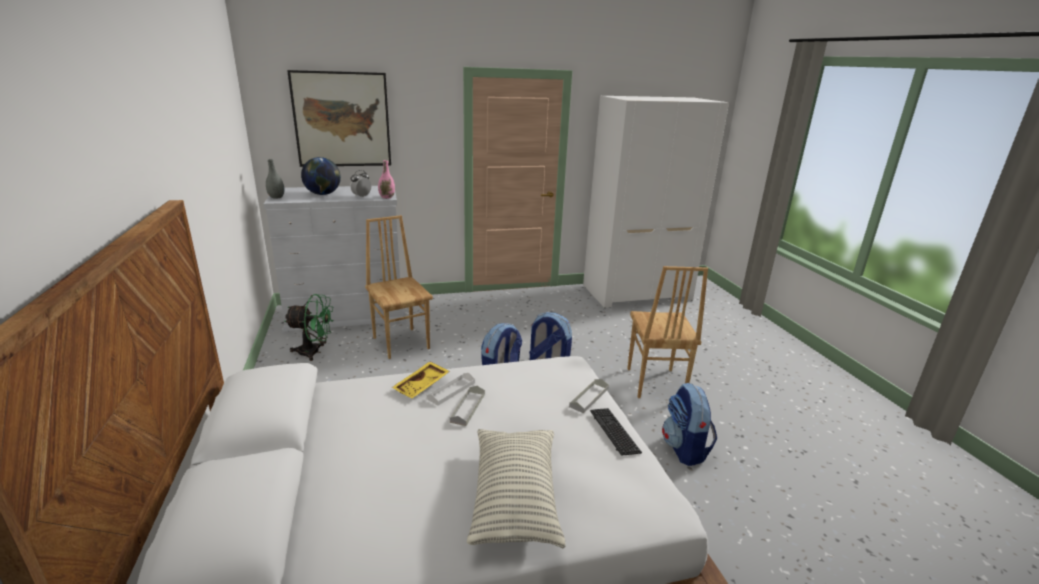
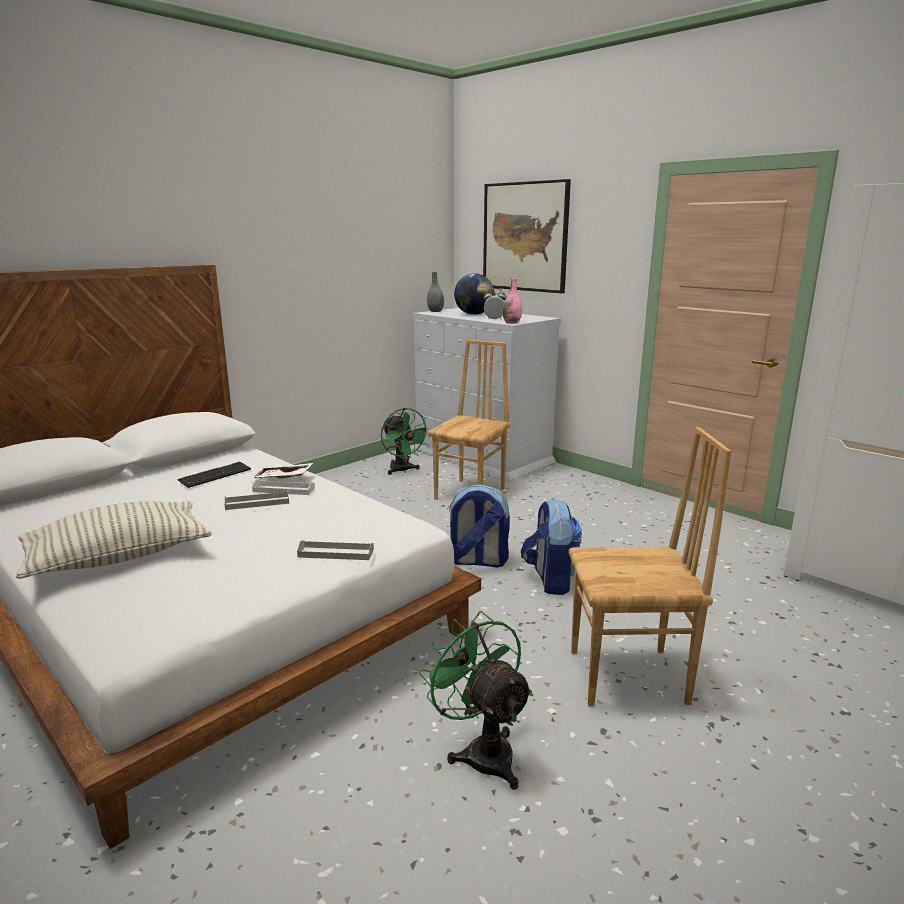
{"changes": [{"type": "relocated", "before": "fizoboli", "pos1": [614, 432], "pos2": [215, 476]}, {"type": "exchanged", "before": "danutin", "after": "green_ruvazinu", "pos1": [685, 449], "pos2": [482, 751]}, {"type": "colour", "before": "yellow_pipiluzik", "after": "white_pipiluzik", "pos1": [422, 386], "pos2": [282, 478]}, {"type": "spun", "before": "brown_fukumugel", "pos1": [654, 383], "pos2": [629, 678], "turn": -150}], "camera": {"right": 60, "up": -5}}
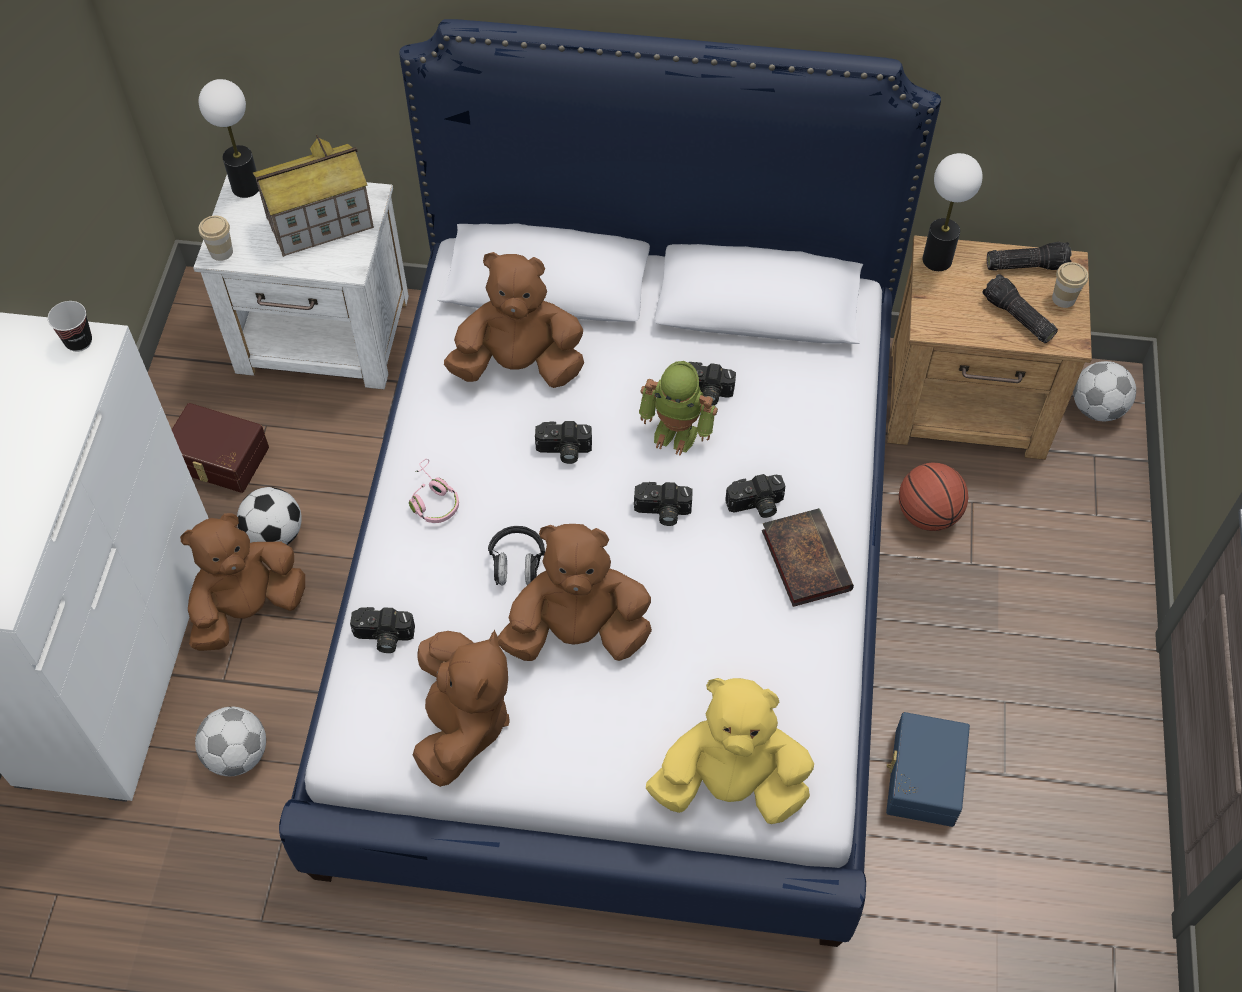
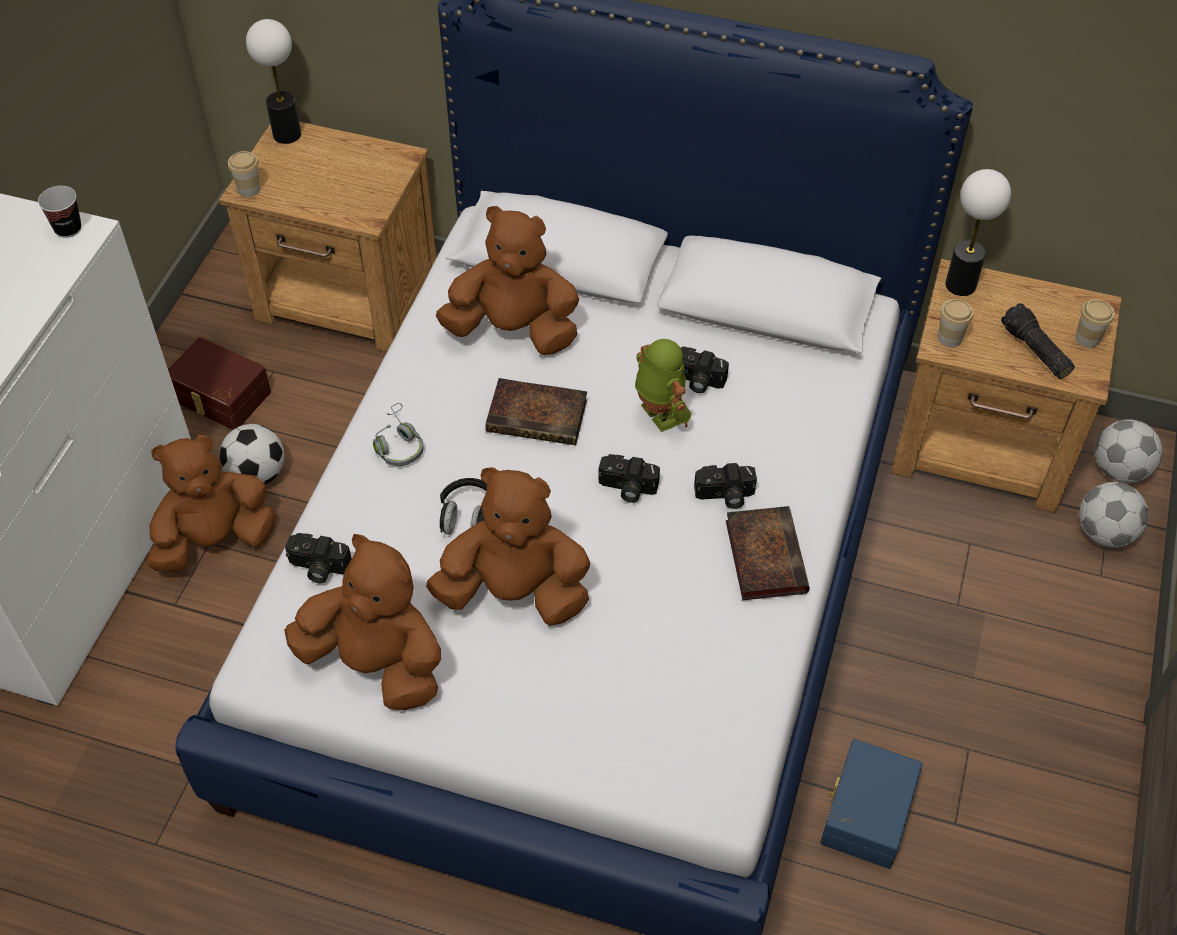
{"changes": [{"type": "missing", "before": "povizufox", "pos1": [319, 223]}, {"type": "missing", "before": "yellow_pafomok", "pos1": [730, 785]}, {"type": "missing", "before": "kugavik", "pos1": [927, 514]}, {"type": "missing", "before": "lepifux", "pos1": [1026, 265]}, {"type": "appeared", "after": "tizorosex", "pos2": [949, 338]}, {"type": "relocated", "before": "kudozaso", "pos1": [238, 754], "pos2": [1104, 532]}, {"type": "exchanged", "before": "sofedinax", "after": "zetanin", "pos1": [563, 451], "pos2": [539, 416]}, {"type": "colour", "before": "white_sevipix", "after": "brown_sevipix", "pos1": [325, 336], "pos2": [349, 297]}, {"type": "colour", "before": "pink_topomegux", "after": "grey_topomegux", "pos1": [432, 499], "pos2": [398, 444]}, {"type": "spun", "before": "brown_pafomok", "pos1": [462, 723], "pos2": [377, 663], "turn": -75}, {"type": "spun", "before": "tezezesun", "pos1": [677, 431], "pos2": [659, 413], "turn": -150}], "camera": {"right": 10, "up": -5}}
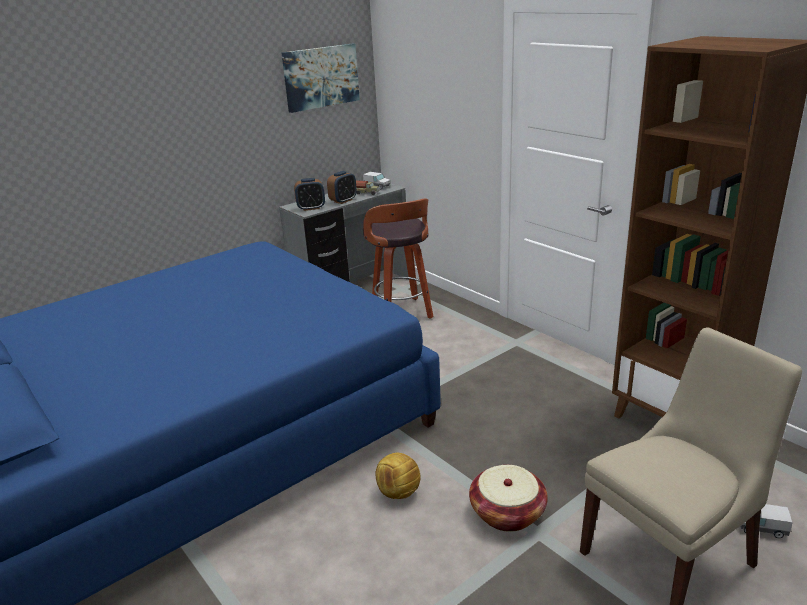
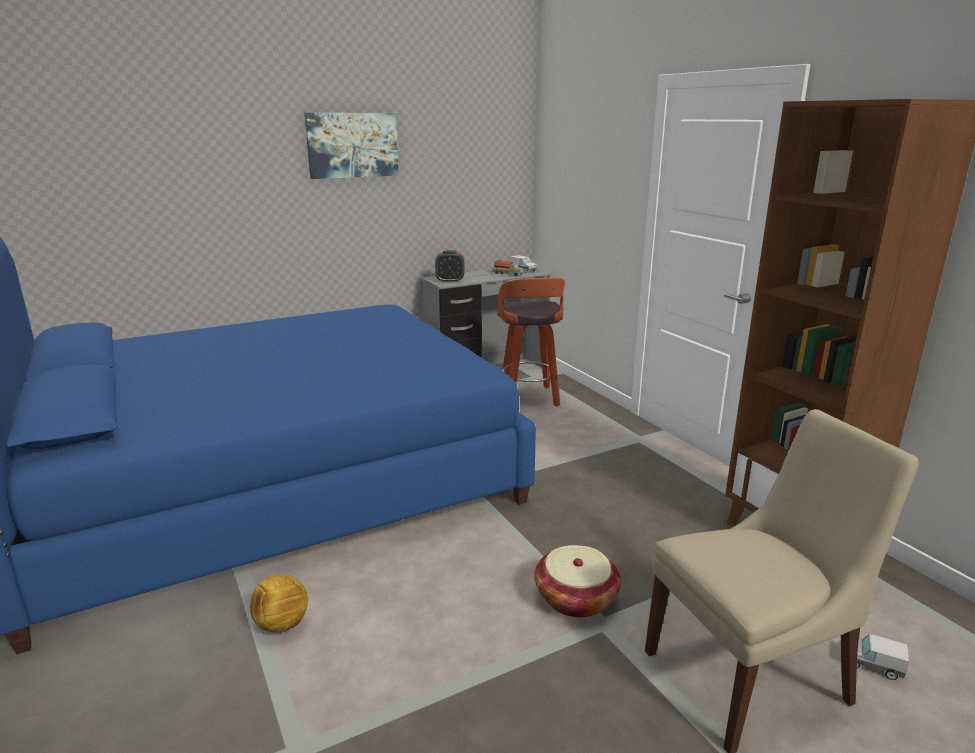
{"changes": [{"type": "missing", "before": "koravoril", "pos1": [343, 201]}, {"type": "relocated", "before": "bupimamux", "pos1": [321, 77], "pos2": [352, 145]}, {"type": "relocated", "before": "kudozaso", "pos1": [398, 492], "pos2": [282, 624]}], "camera": {"right": 10, "up": -5}}
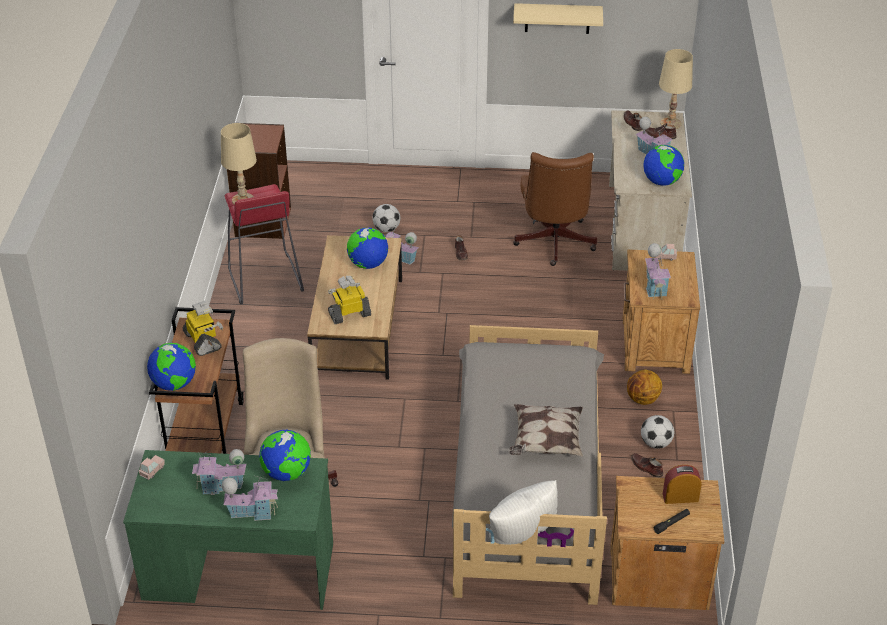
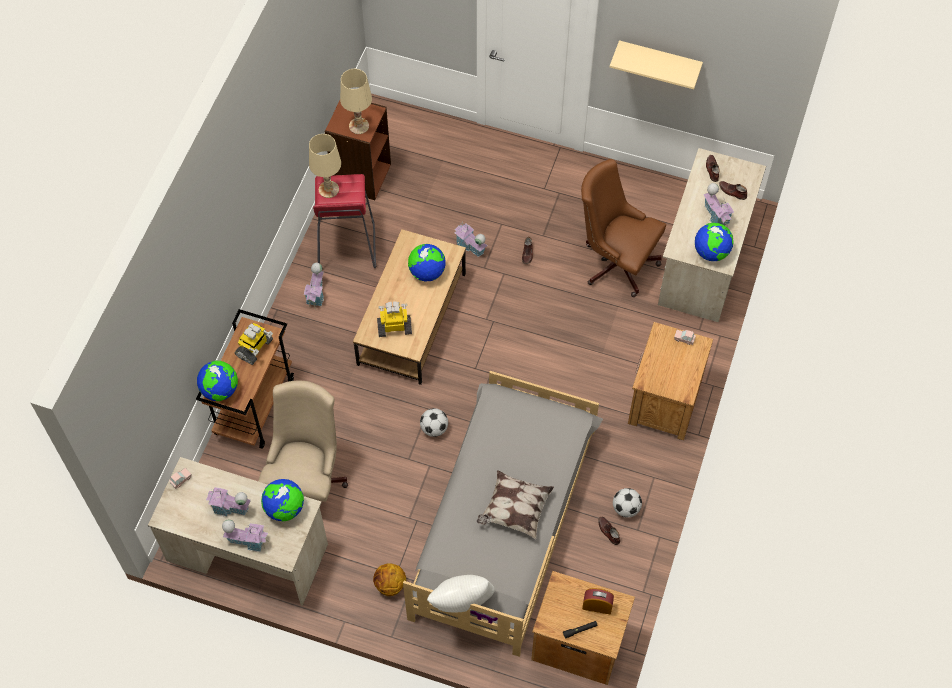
{"changes": [{"type": "relocated", "before": "kudozaso", "pos1": [386, 229], "pos2": [434, 428]}, {"type": "relocated", "before": "kugavik", "pos1": [642, 399], "pos2": [390, 585]}, {"type": "relocated", "before": "povizufox", "pos1": [654, 286], "pos2": [316, 294]}, {"type": "relocated", "before": "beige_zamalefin", "pos1": [671, 123], "pos2": [359, 126]}, {"type": "colour", "before": "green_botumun", "after": "beige_botumun", "pos1": [238, 571], "pos2": [247, 552]}, {"type": "spun", "before": "tezezesun", "pos1": [203, 341], "pos2": [255, 348], "turn": 45}, {"type": "spun", "before": "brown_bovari", "pos1": [554, 244], "pos2": [615, 261], "turn": 105}], "camera": {"right": 15, "up": 20}}
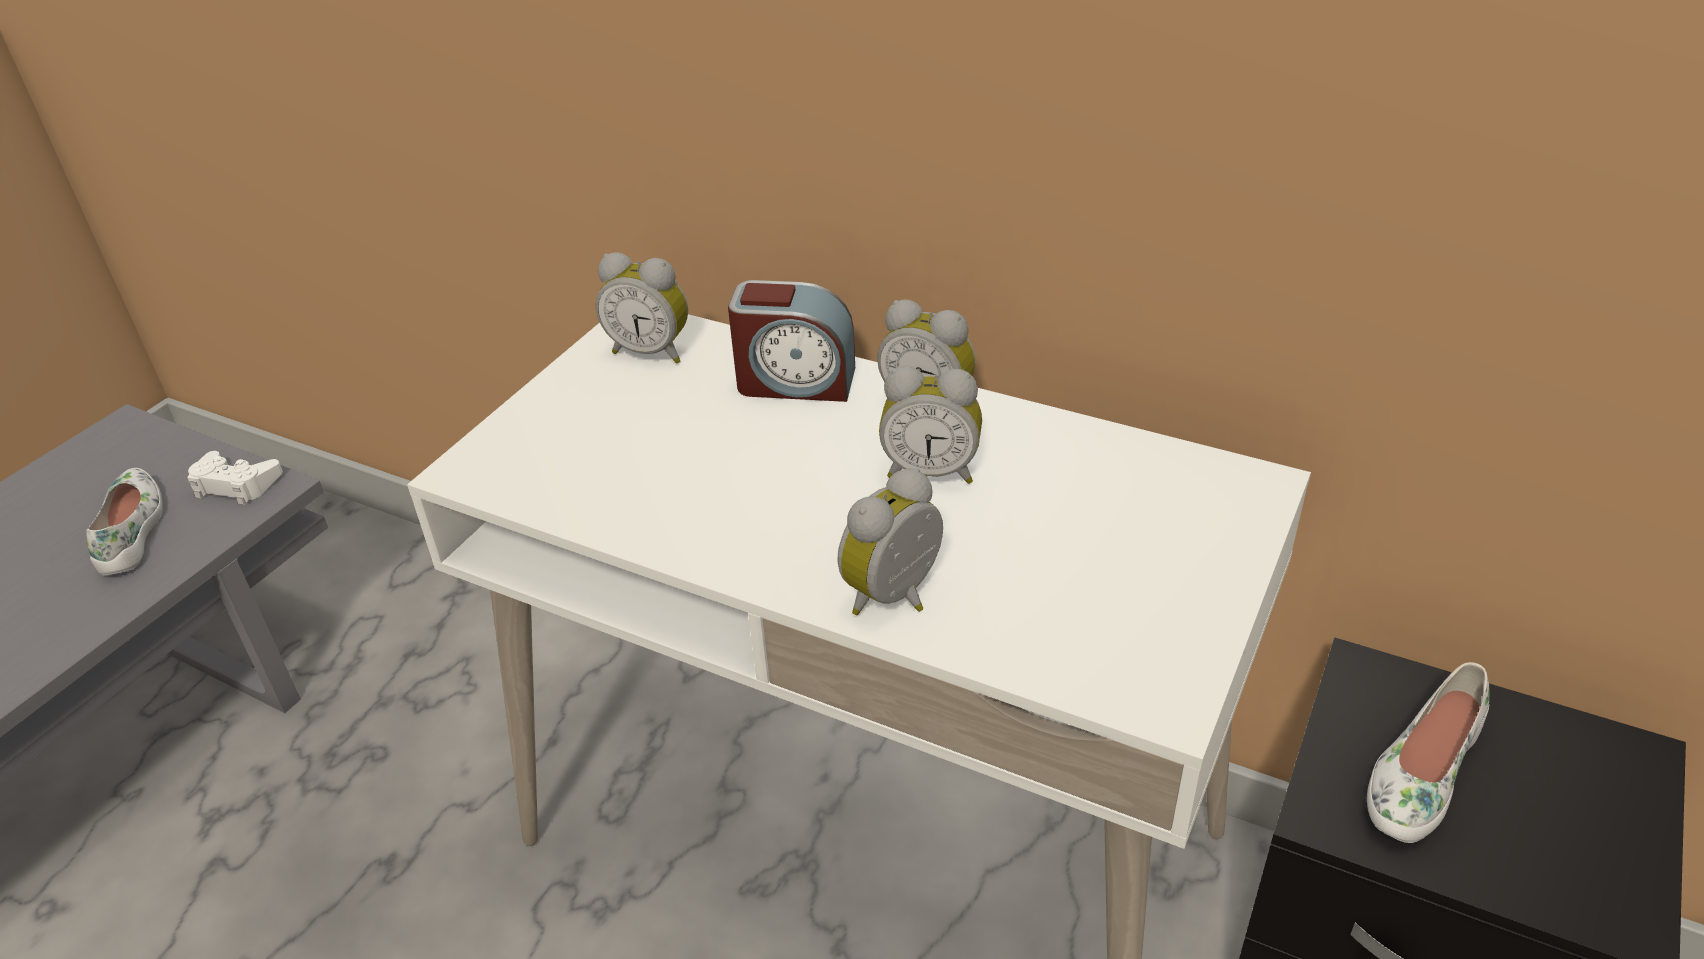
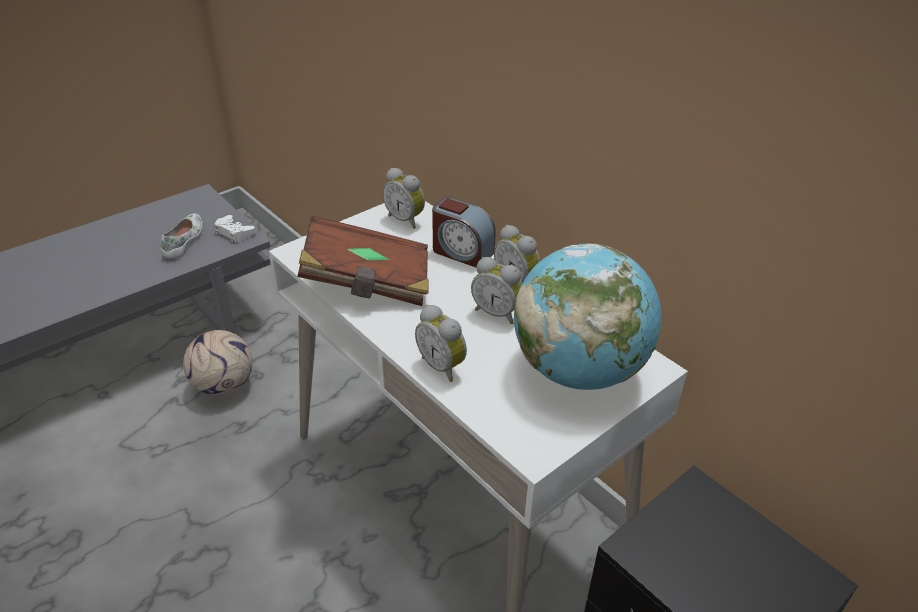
{"changes": [{"type": "missing", "before": "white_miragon", "pos1": [1420, 772]}, {"type": "appeared", "after": "kudozaso", "pos2": [225, 385]}, {"type": "appeared", "after": "brown_zetanin", "pos2": [368, 283]}, {"type": "appeared", "after": "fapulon", "pos2": [578, 370]}, {"type": "spun", "before": "koravoril", "pos1": [897, 598], "pos2": [443, 366], "turn": -105}], "camera": {"right": 20, "up": 0}}
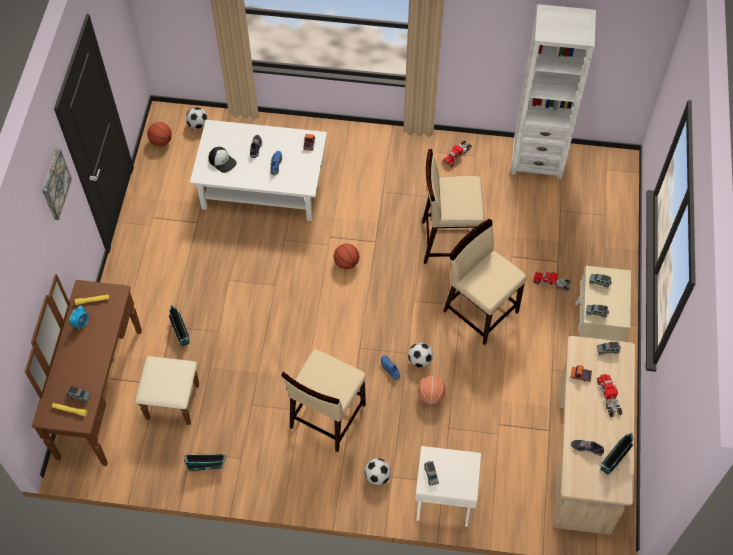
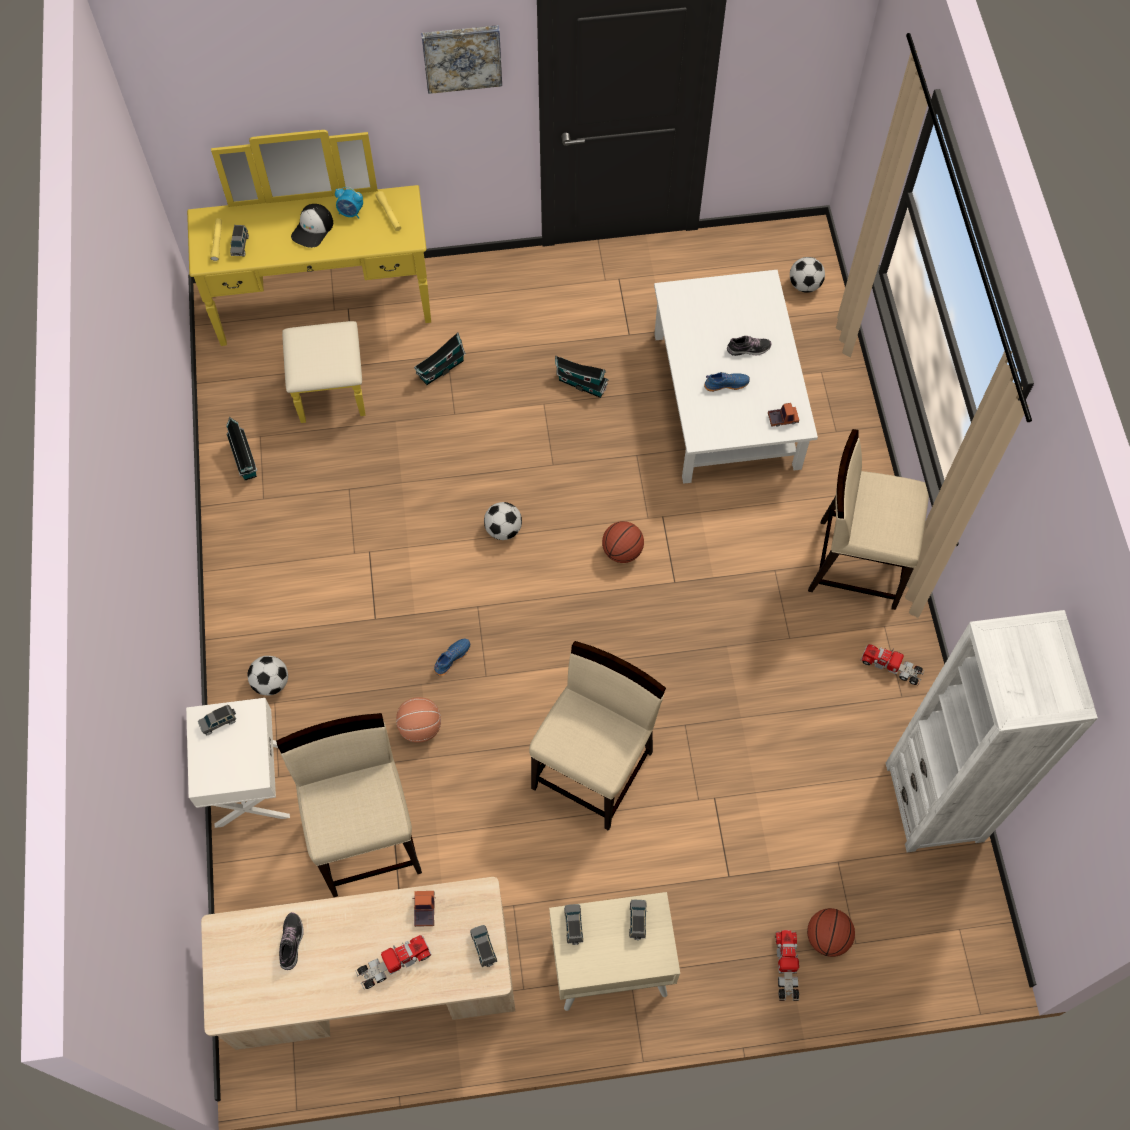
{"changes": [{"type": "relocated", "before": "kugavik", "pos1": [161, 141], "pos2": [827, 937]}, {"type": "relocated", "before": "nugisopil", "pos1": [222, 161], "pos2": [313, 229]}, {"type": "relocated", "before": "beige_fukumugel", "pos1": [326, 416], "pos2": [856, 563]}, {"type": "relocated", "before": "kudozaso", "pos1": [420, 360], "pos2": [503, 529]}, {"type": "relocated", "before": "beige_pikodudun", "pos1": [448, 241], "pos2": [368, 838]}, {"type": "relocated", "before": "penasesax", "pos1": [551, 283], "pos2": [786, 967]}, {"type": "relocated", "before": "povizufox", "pos1": [613, 460], "pos2": [580, 383]}, {"type": "colour", "before": "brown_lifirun", "after": "yellow_lifirun", "pos1": [117, 394], "pos2": [326, 325]}], "camera": {"right": 75, "up": 5}}
